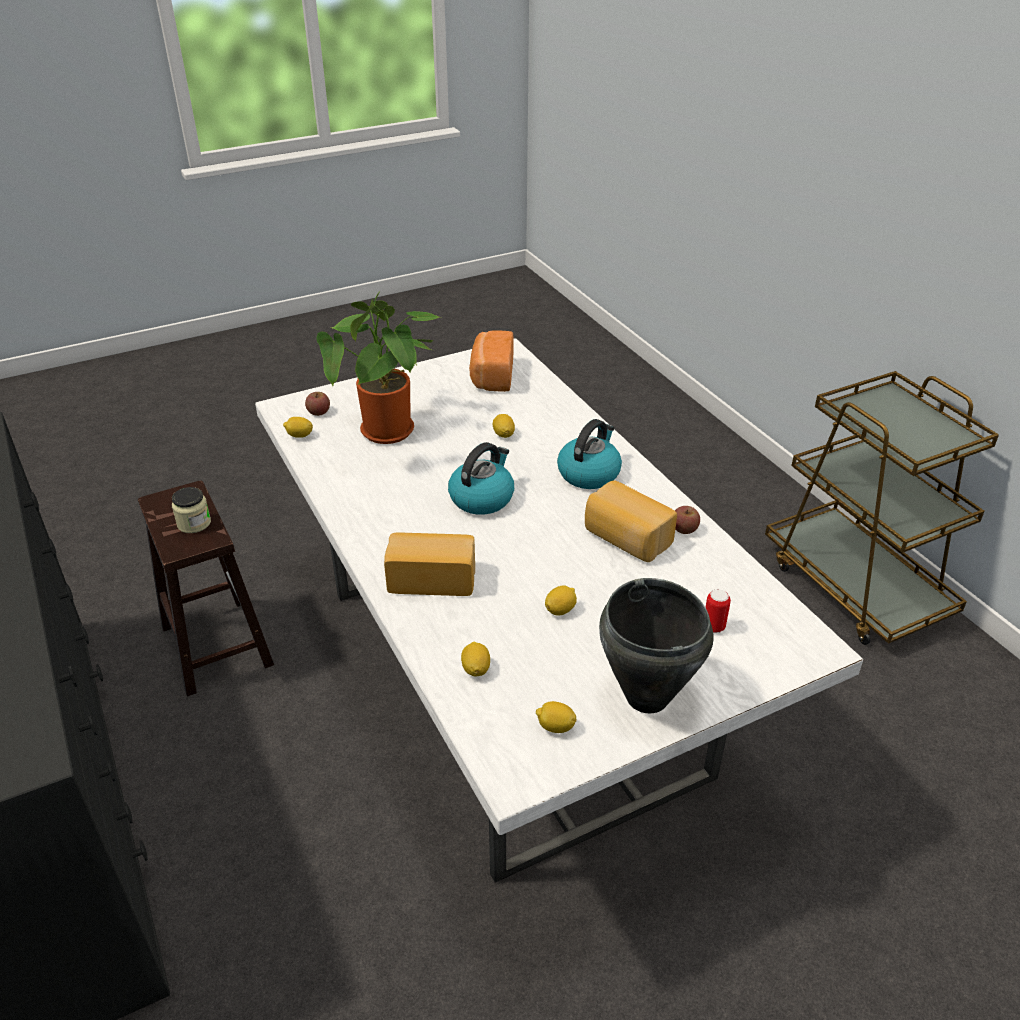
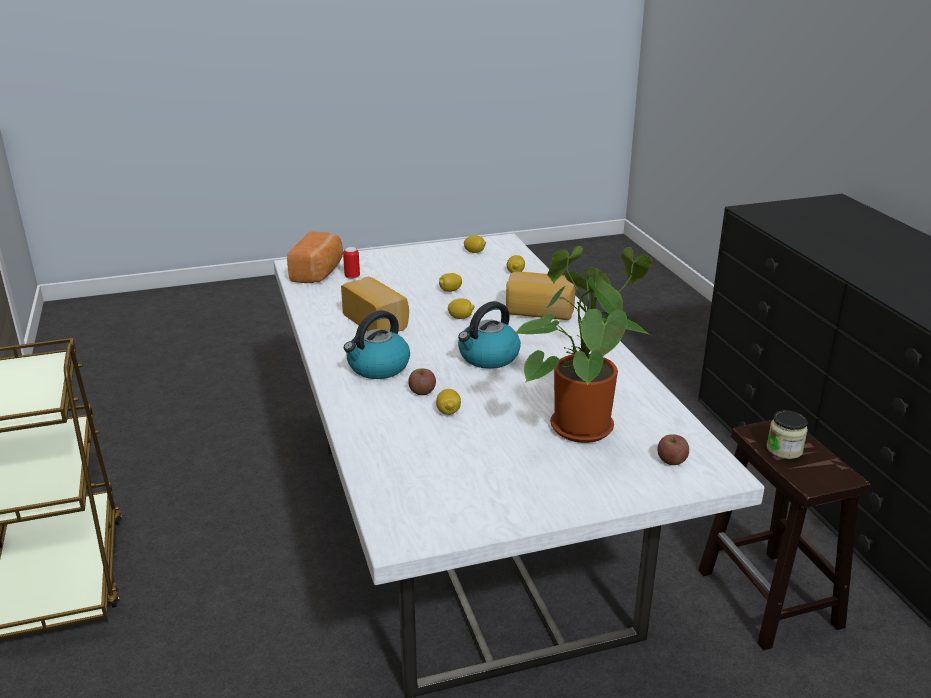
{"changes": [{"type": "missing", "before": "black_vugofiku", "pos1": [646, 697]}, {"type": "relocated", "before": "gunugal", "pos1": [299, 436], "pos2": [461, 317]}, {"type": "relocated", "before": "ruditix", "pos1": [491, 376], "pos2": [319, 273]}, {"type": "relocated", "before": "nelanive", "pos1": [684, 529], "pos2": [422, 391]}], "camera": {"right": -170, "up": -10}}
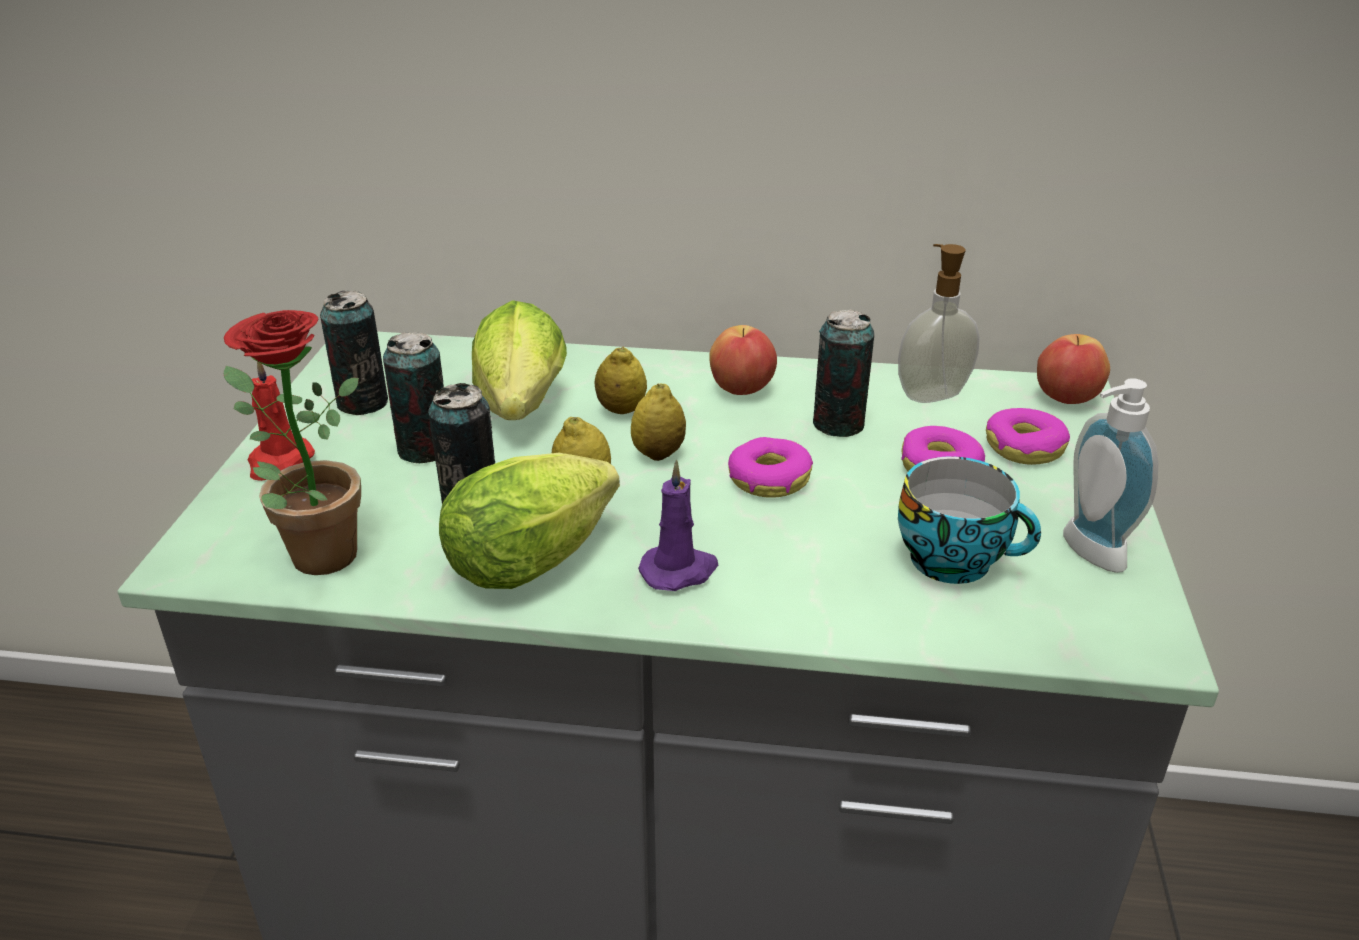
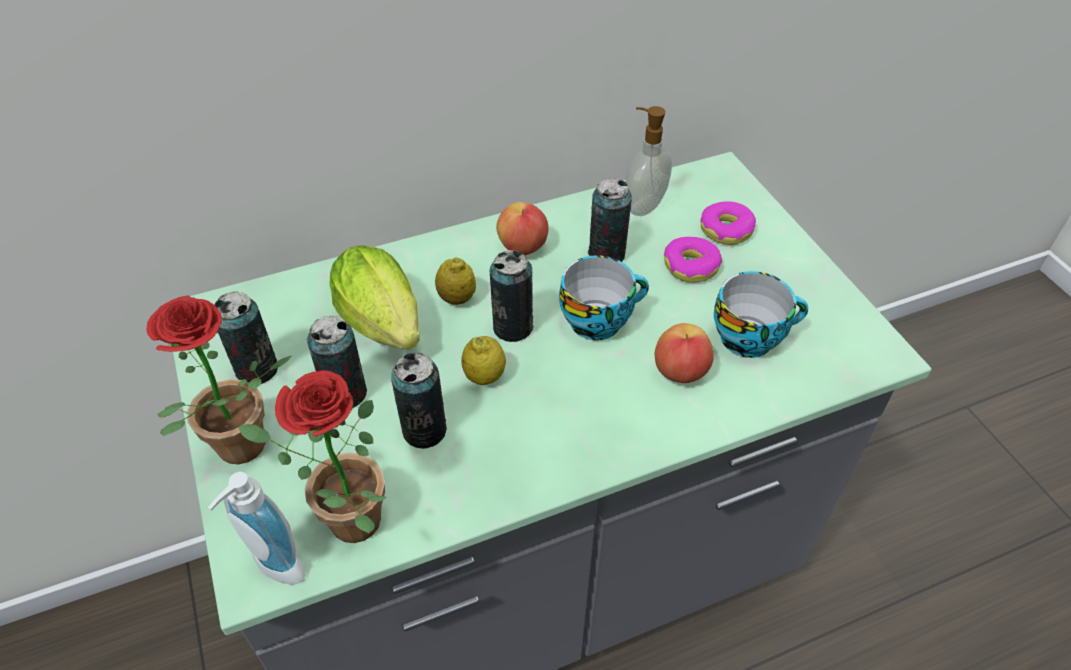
{"changes": [{"type": "missing", "before": "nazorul", "pos1": [539, 557]}, {"type": "missing", "before": "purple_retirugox", "pos1": [679, 571]}, {"type": "relocated", "before": "nelanive", "pos1": [1067, 398], "pos2": [680, 371]}, {"type": "relocated", "before": "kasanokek", "pos1": [1086, 553], "pos2": [273, 570]}, {"type": "exchanged", "before": "red_retirugox", "after": "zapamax", "pos1": [279, 462], "pos2": [241, 454]}, {"type": "exchanged", "before": "gunugal", "after": "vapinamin", "pos1": [658, 453], "pos2": [512, 327]}, {"type": "exchanged", "before": "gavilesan", "after": "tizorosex", "pos1": [768, 479], "pos2": [598, 319]}], "camera": {"right": -30, "up": 15}}
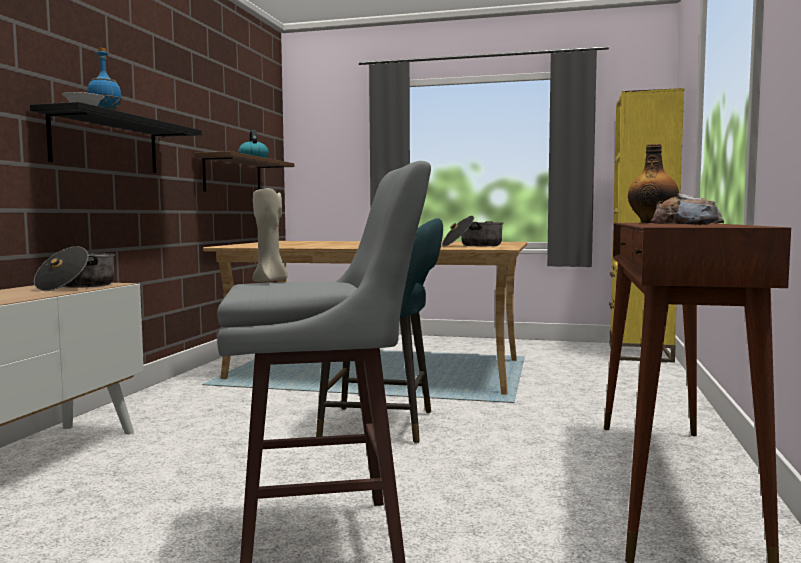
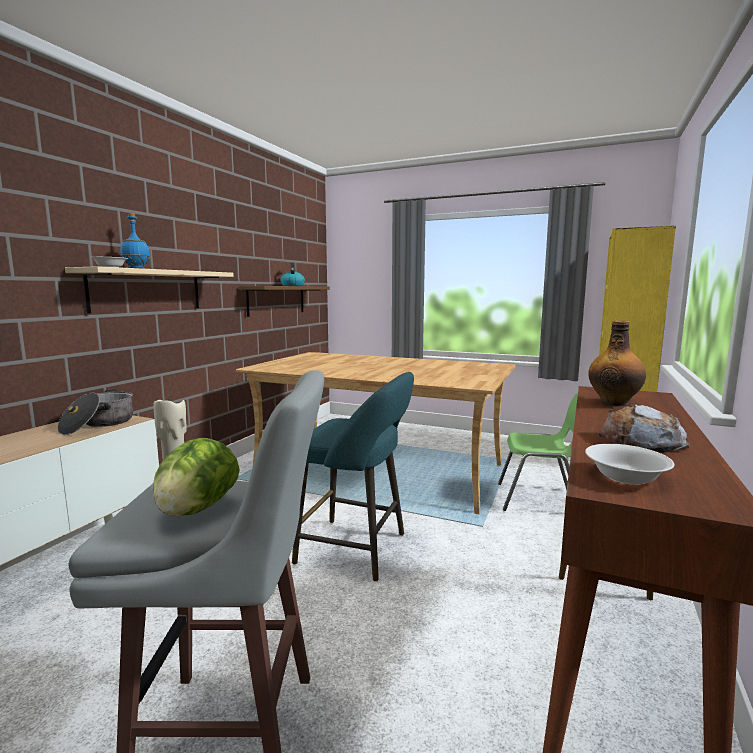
{"changes": [{"type": "missing", "before": "vugofiku", "pos1": [473, 245]}, {"type": "appeared", "after": "nazorul", "pos2": [197, 509]}, {"type": "appeared", "after": "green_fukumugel", "pos2": [539, 500]}, {"type": "appeared", "after": "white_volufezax", "pos2": [625, 477]}, {"type": "colour", "before": "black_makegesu", "after": "beige_makegesu", "pos1": [106, 144], "pos2": [147, 290]}], "camera": {"right": 10, "up": 5}}
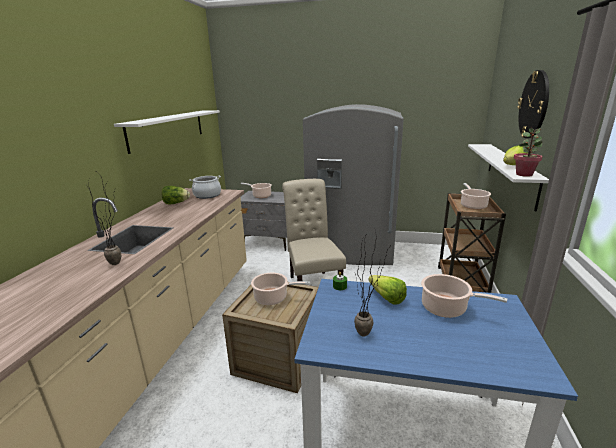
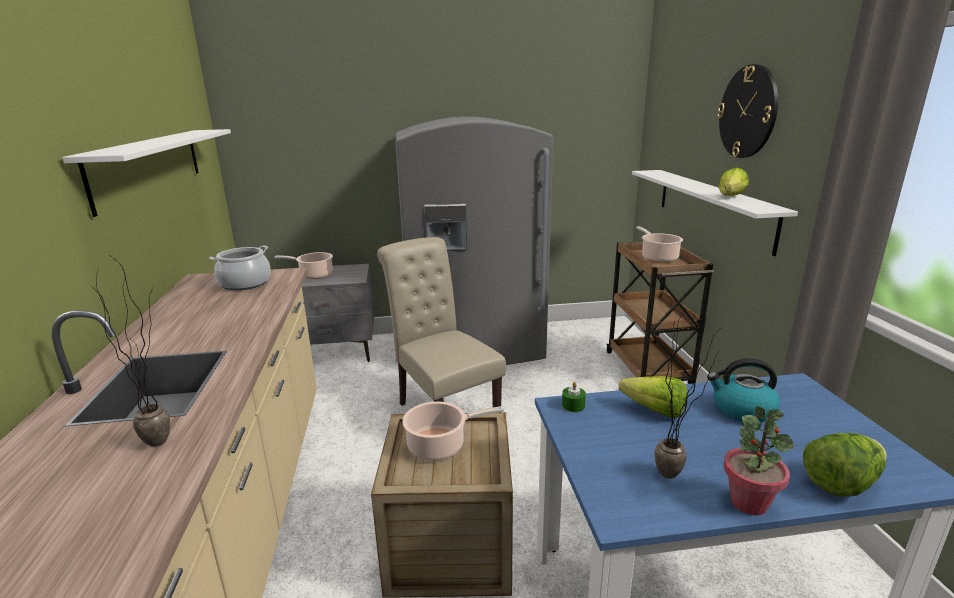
{"changes": [{"type": "relocated", "before": "nazorul", "pos1": [176, 203], "pos2": [841, 483]}, {"type": "relocated", "before": "zapamax", "pos1": [524, 174], "pos2": [749, 502]}, {"type": "exchanged", "before": "vugofiku", "after": "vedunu", "pos1": [447, 308], "pos2": [742, 409]}], "camera": {"right": -20, "up": 0}}
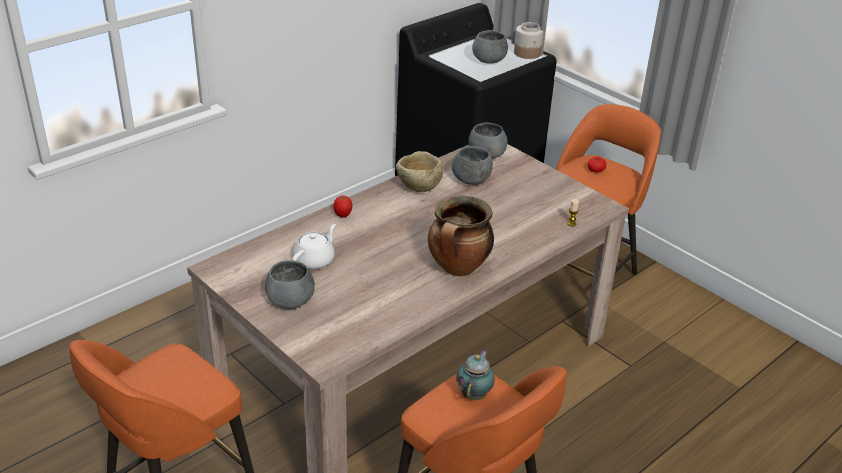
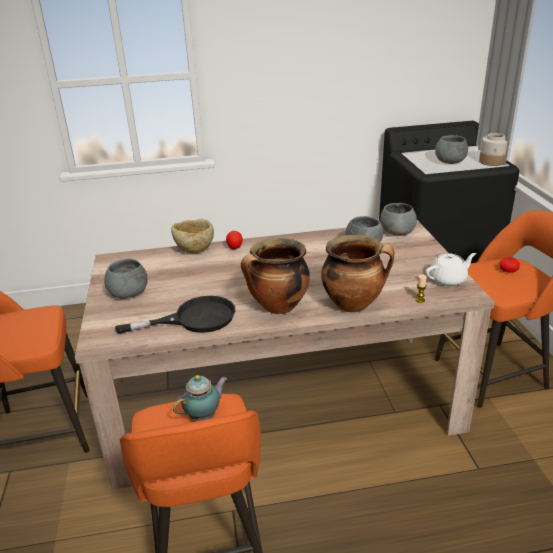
{"changes": [{"type": "appeared", "after": "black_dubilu", "pos2": [194, 319]}, {"type": "appeared", "after": "vugofiku", "pos2": [354, 304]}, {"type": "relocated", "before": "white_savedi", "pos1": [315, 260], "pos2": [448, 280]}, {"type": "relocated", "before": "beige_volufezax", "pos1": [418, 187], "pos2": [194, 249]}], "camera": {"right": 35, "up": -5}}
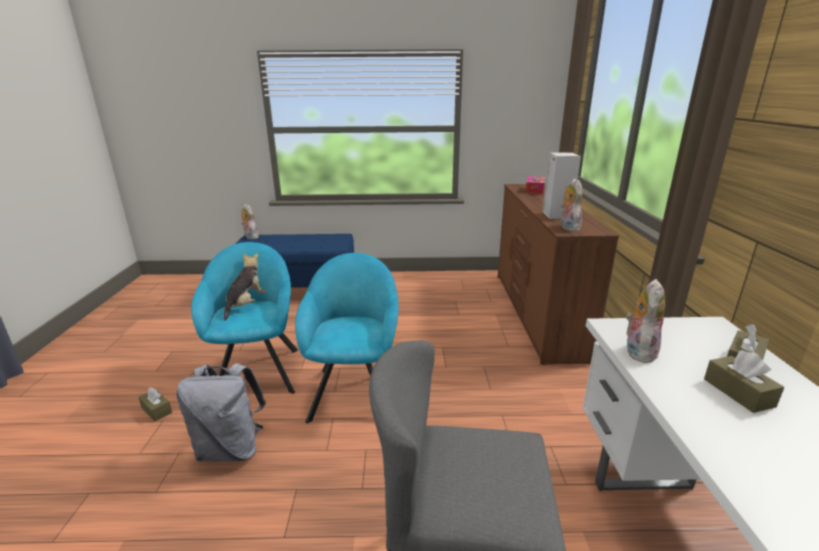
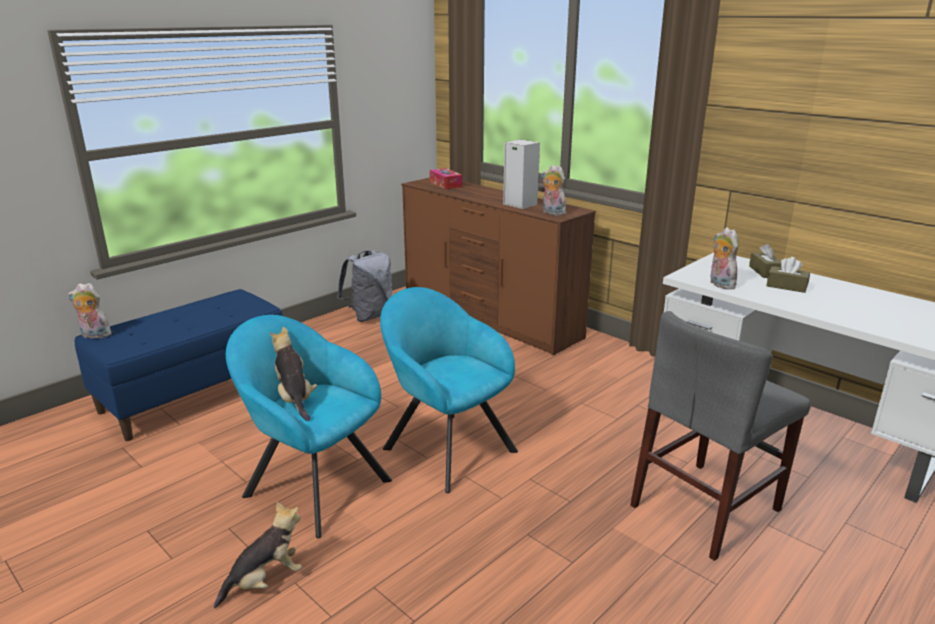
{"changes": [{"type": "relocated", "before": "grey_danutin", "pos1": [231, 449], "pos2": [370, 316]}, {"type": "exchanged", "before": "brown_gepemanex", "after": "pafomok", "pos1": [156, 410], "pos2": [265, 581]}], "camera": {"right": -45, "up": 0}}
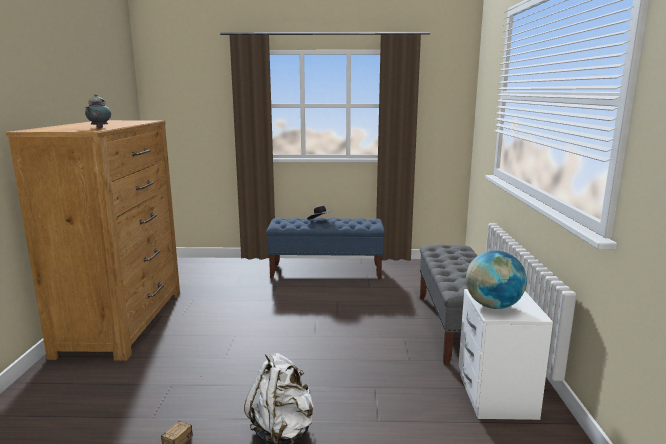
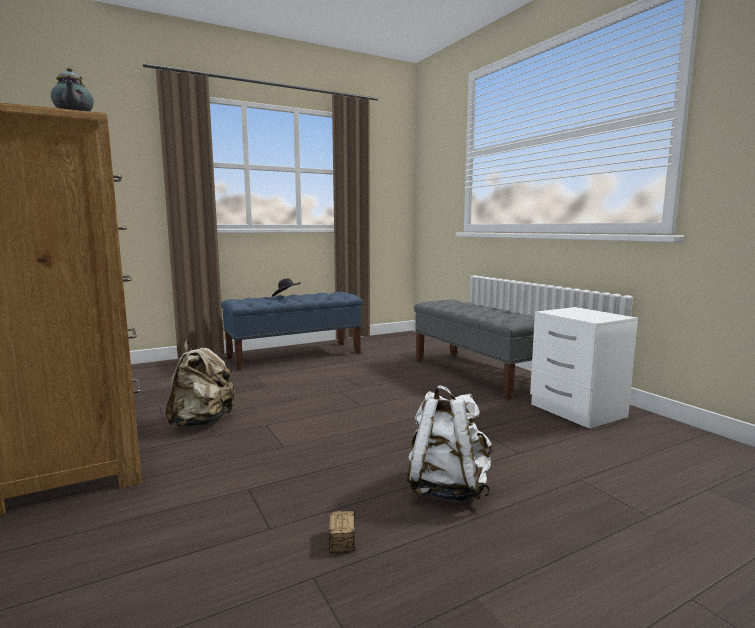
{"changes": [{"type": "missing", "before": "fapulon", "pos1": [493, 306]}, {"type": "appeared", "after": "beige_danutin", "pos2": [202, 422]}], "camera": {"right": -30, "up": -5}}
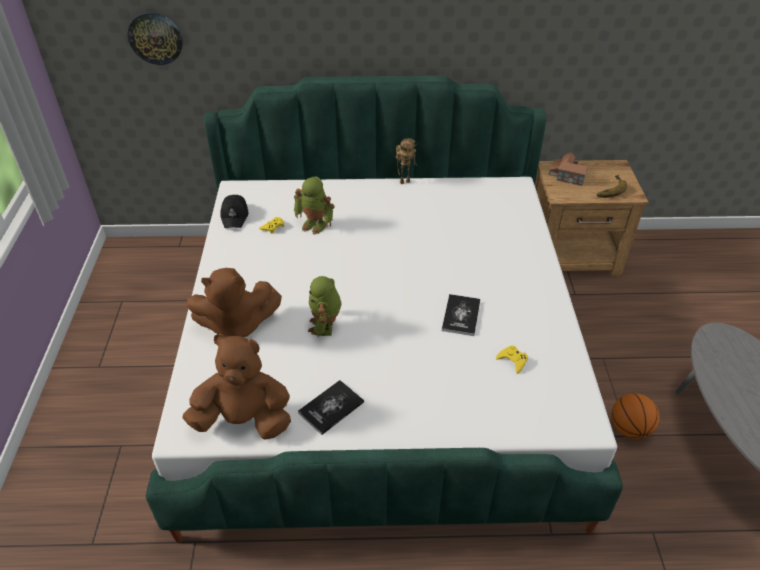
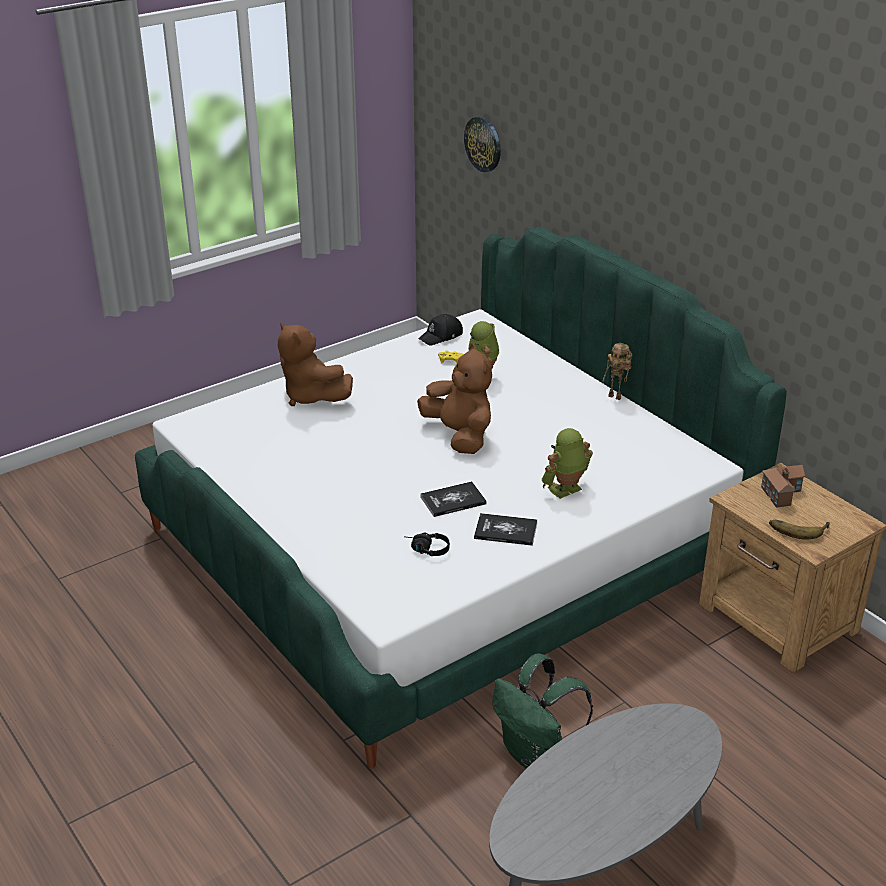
{"changes": [{"type": "relocated", "before": "brown_pafomok", "pos1": [244, 420], "pos2": [460, 435]}, {"type": "relocated", "before": "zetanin", "pos1": [331, 408], "pos2": [505, 531]}, {"type": "relocated", "before": "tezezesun", "pos1": [325, 326], "pos2": [566, 490]}, {"type": "exchanged", "before": "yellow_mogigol", "after": "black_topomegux", "pos1": [513, 360], "pos2": [425, 550]}, {"type": "exchanged", "before": "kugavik", "after": "green_danutin", "pos1": [629, 429], "pos2": [537, 756]}], "camera": {"right": 55, "up": -10}}
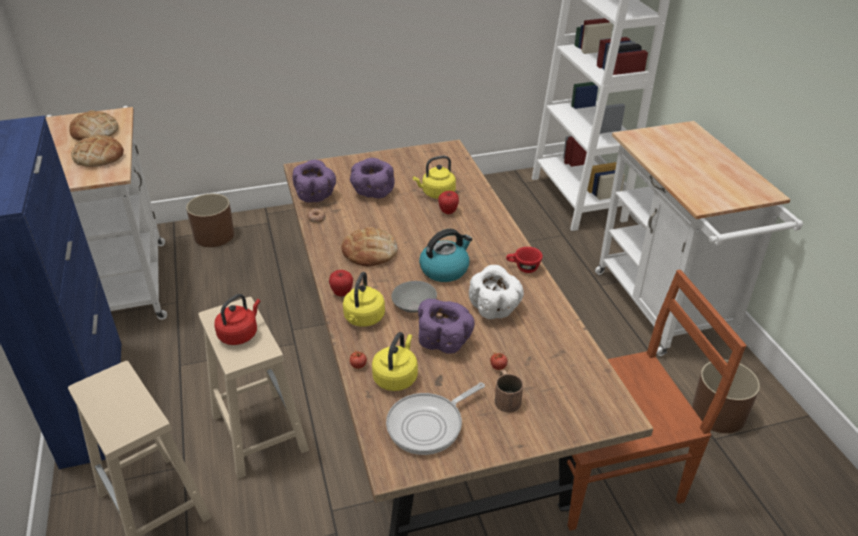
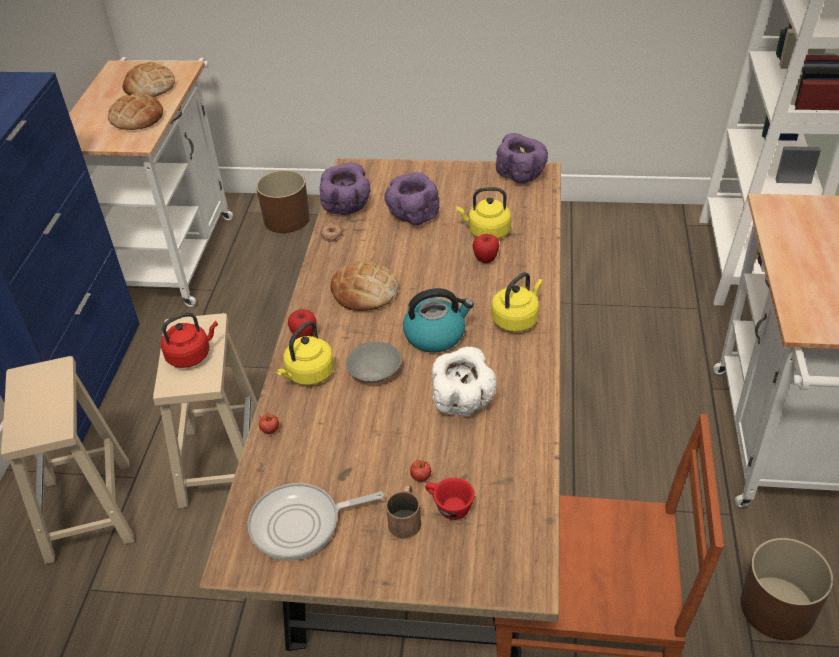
{"changes": [{"type": "relocated", "before": "yellow_vedunu", "pos1": [396, 377], "pos2": [516, 319]}, {"type": "relocated", "before": "purple_volufezax", "pos1": [444, 340], "pos2": [521, 174]}, {"type": "relocated", "before": "red_tizorosex", "pos1": [523, 268], "pos2": [448, 507]}], "camera": {"right": 25, "up": 5}}
